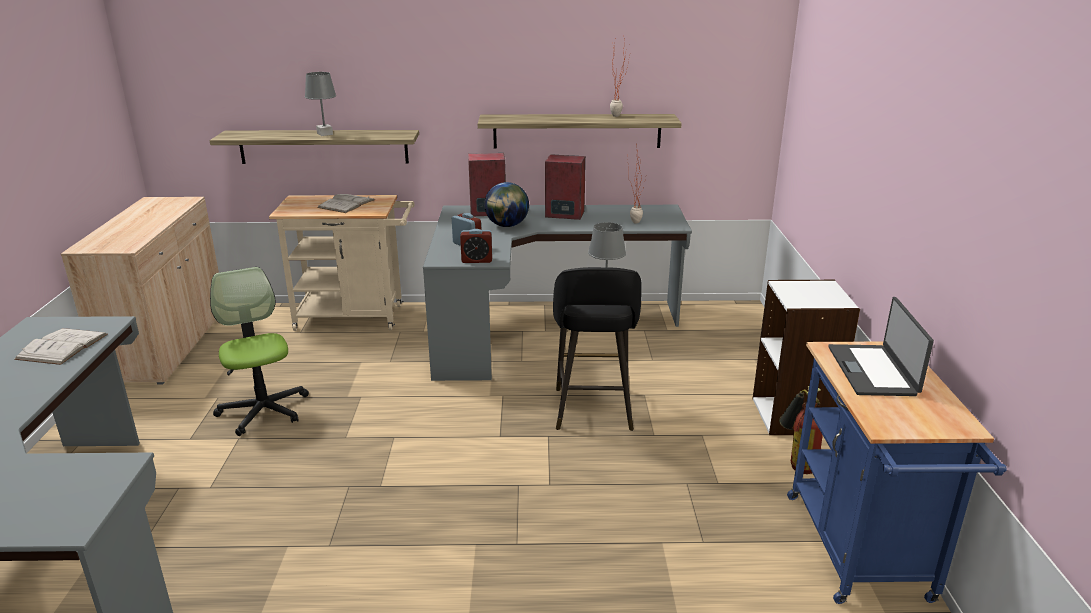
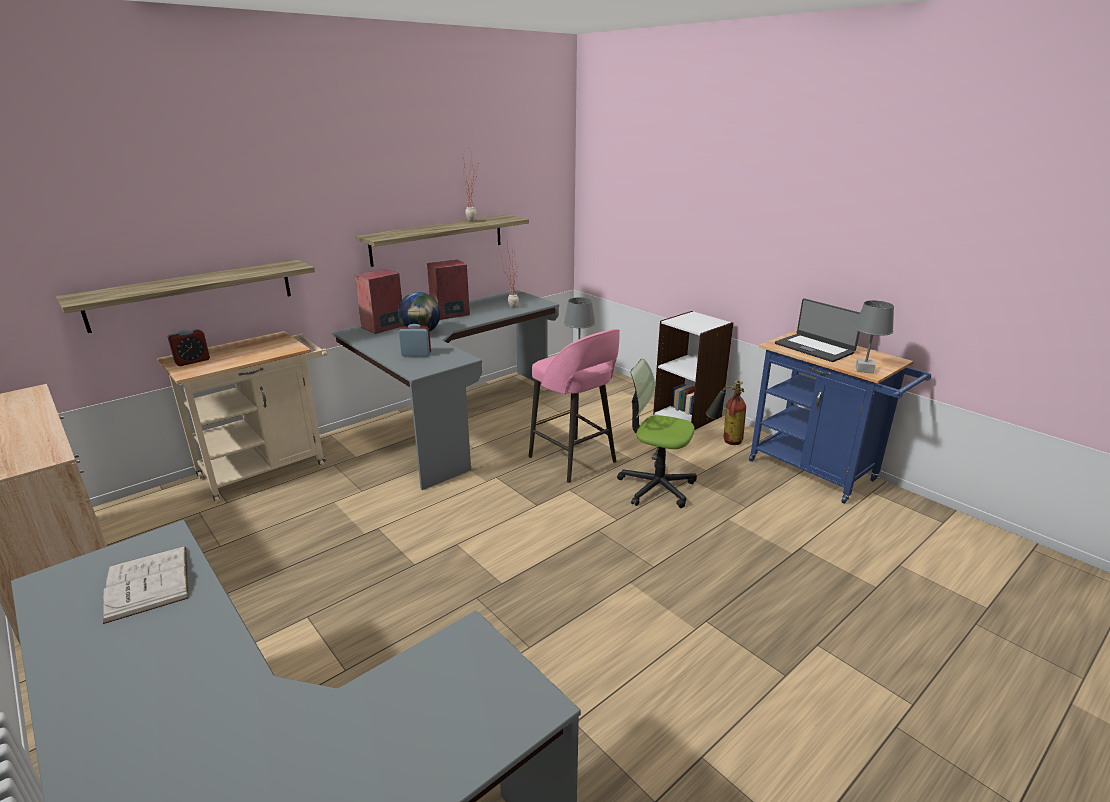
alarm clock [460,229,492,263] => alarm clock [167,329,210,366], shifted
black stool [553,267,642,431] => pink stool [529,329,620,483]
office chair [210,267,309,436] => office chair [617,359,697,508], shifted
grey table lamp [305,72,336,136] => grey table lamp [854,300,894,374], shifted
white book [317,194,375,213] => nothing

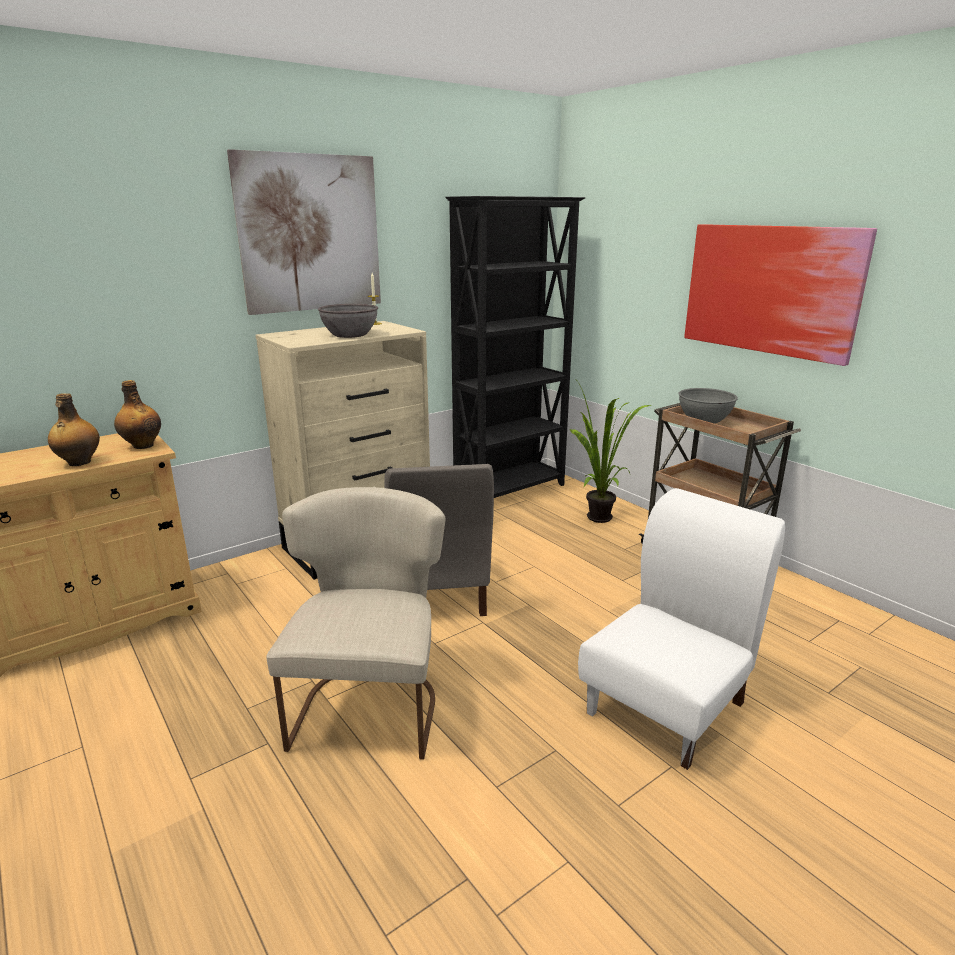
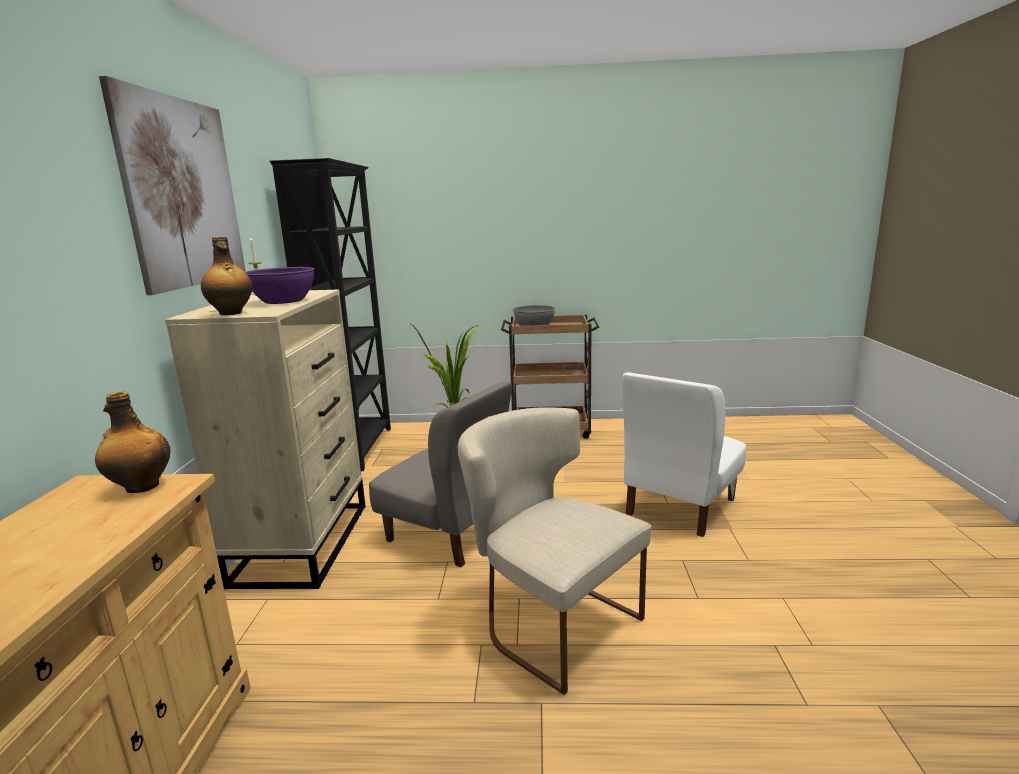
bottle [48,393,100,466] => bottle [201,236,253,315], shifted
grey bowl [318,304,378,338] => purple bowl [245,267,315,304]
white chair [578,488,785,770] => white chair [622,372,747,537], 135 degrees counterclockwise
picture [684,224,877,366] => nothing

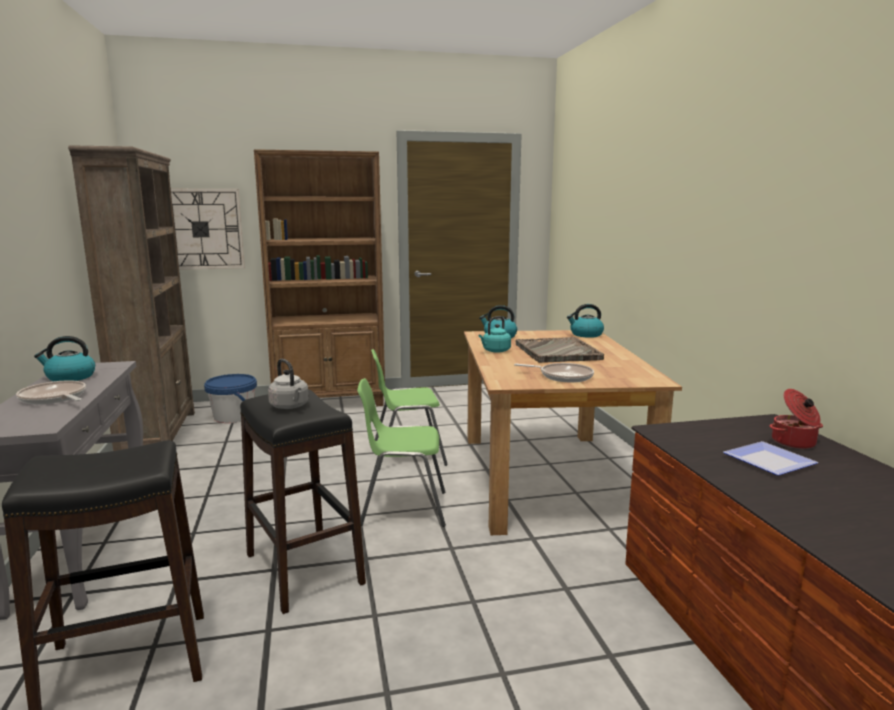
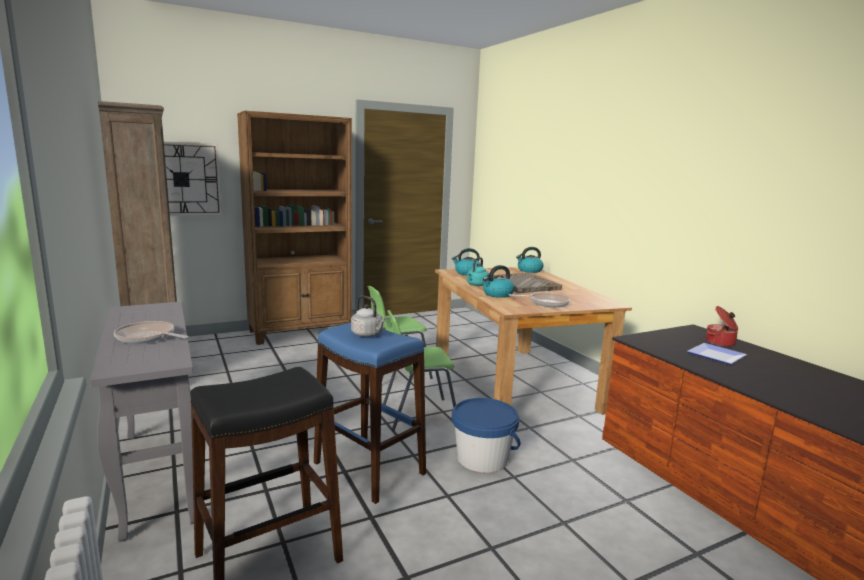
black stool [240,389,366,614] => blue stool [314,323,426,504]
blue bucket [204,374,257,423] => blue bucket [452,398,521,473], shifted
kettle [34,336,95,381] => kettle [483,265,514,298], shifted

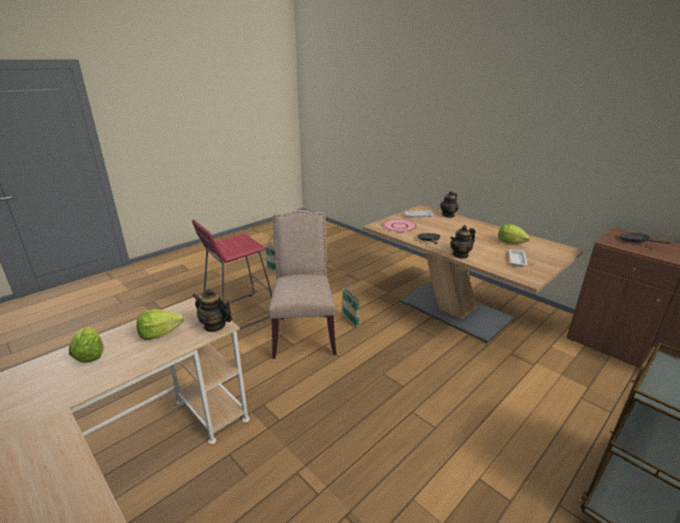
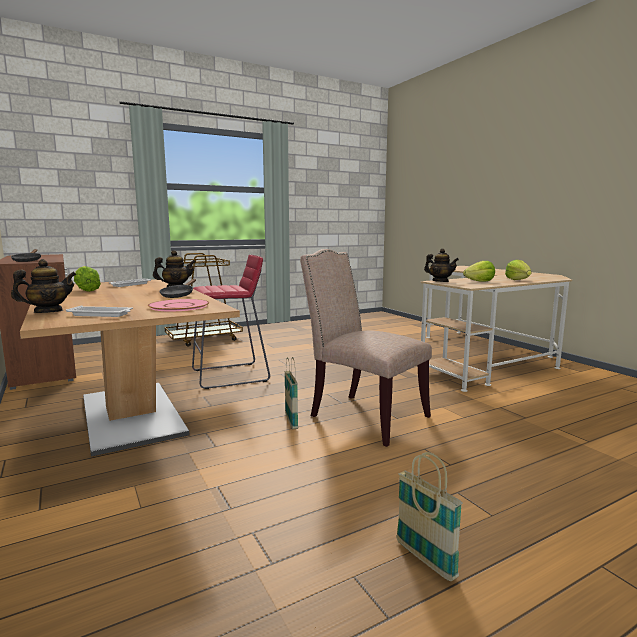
red stool [192,220,272,329] => red stool [192,255,270,389], shifted
beige chair [269,210,337,359] => beige chair [300,249,432,447], 120 degrees clockwise

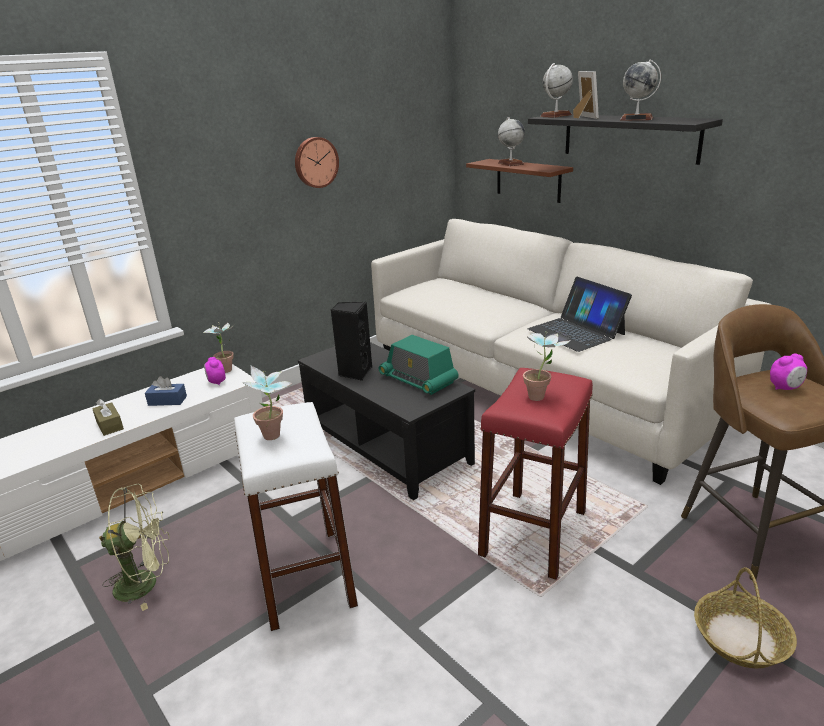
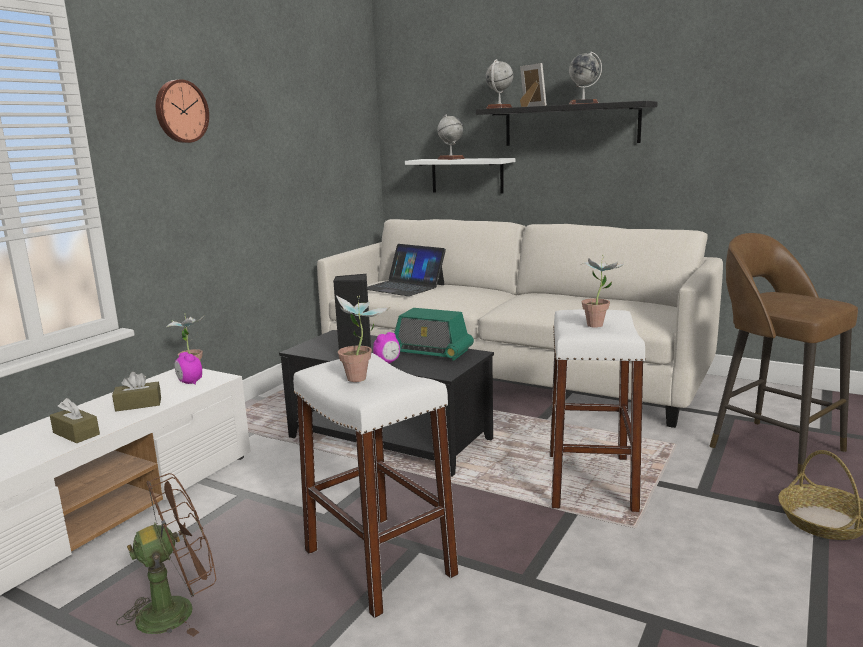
blue tissue box [145,376,187,406] => brown tissue box [112,372,161,412]
green fan [99,484,170,611] => brown fan [116,473,216,637]
wall clock [295,137,339,188] => wall clock [156,79,209,143], shifted
laptop [528,277,632,352] => laptop [367,244,446,296], shifted
alarm clock [770,353,807,390] => alarm clock [373,332,400,363], shifted
brown shelf [466,159,573,203] => white shelf [405,158,515,194]
red stool [478,368,593,580] => white stool [550,309,646,512]

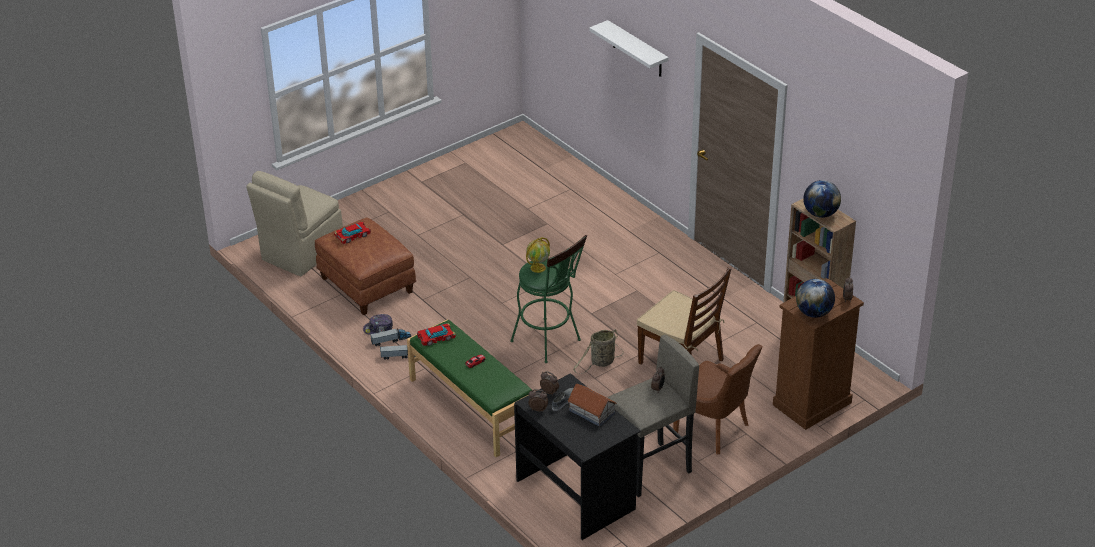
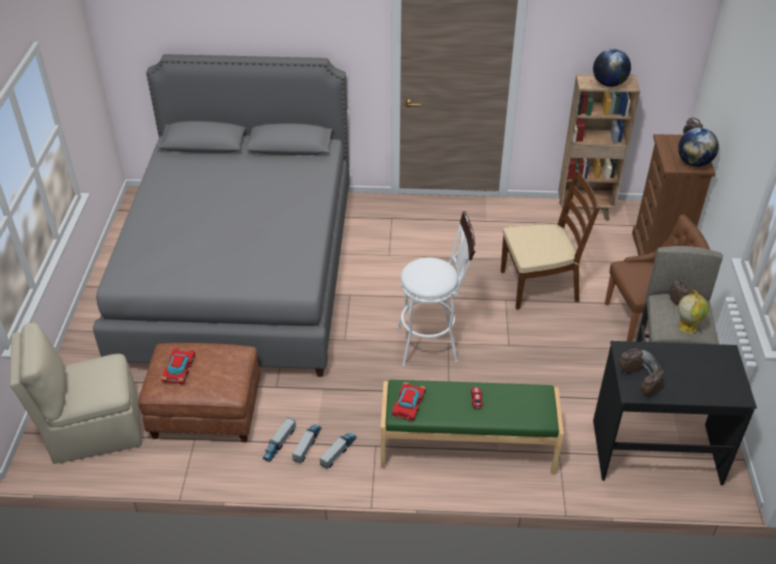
beige chair [246,171,343,276] => beige chair [10,322,142,464], 90 degrees clockwise
nothing => grey bed [93,54,350,377]
cap [363,314,393,334] => toy truck [263,417,296,462]
green stool [510,235,587,363] => white stool [397,211,475,366]
globe [526,237,550,273] => globe [678,290,709,333], shifted
toy house [567,384,617,427] => nothing
basket [573,329,624,374] => nothing
white shelf [589,20,669,77] => nothing

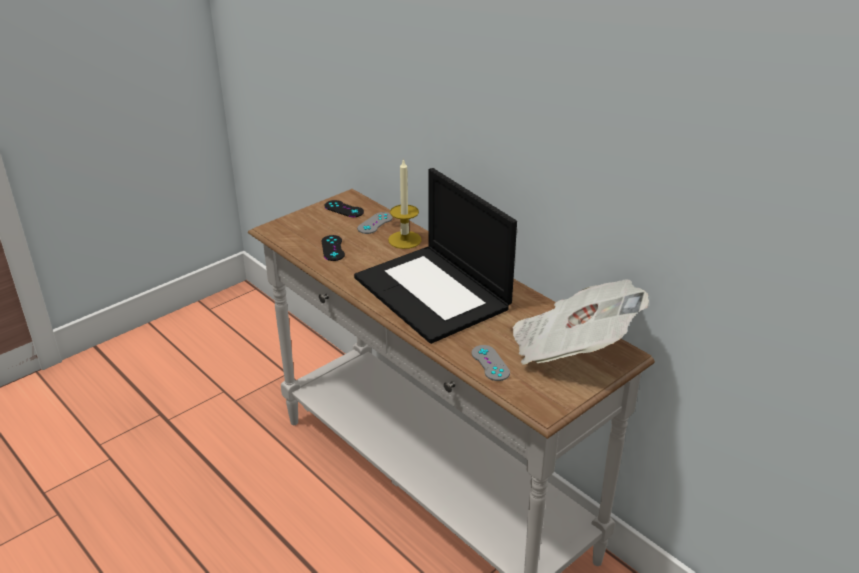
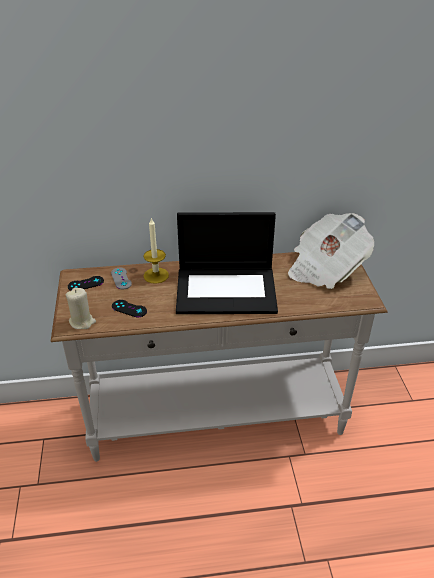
nothing => beige candle [66,288,96,329]
grey game controller [472,345,510,381] => nothing

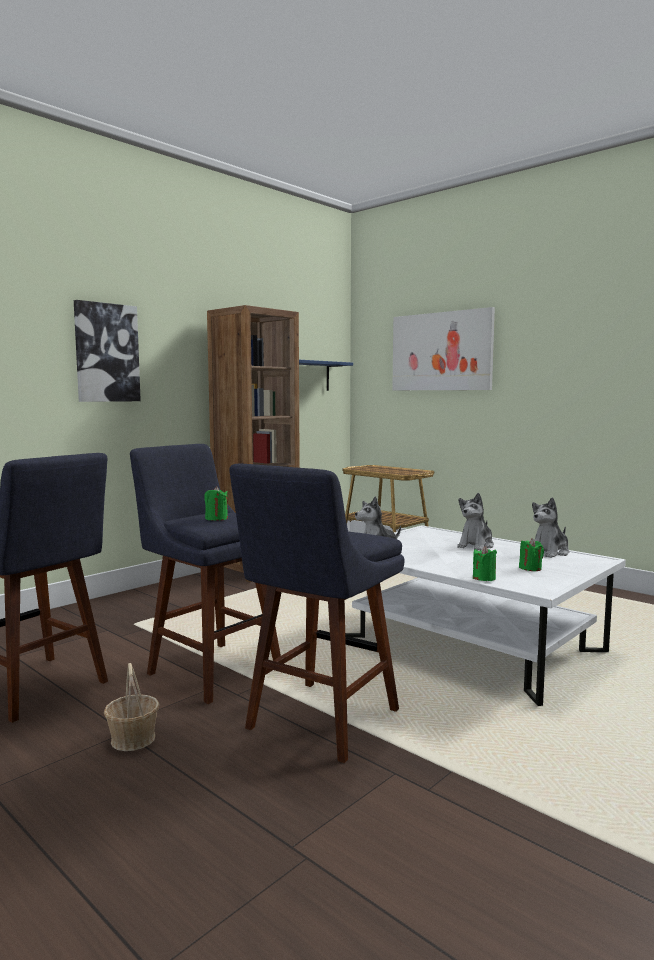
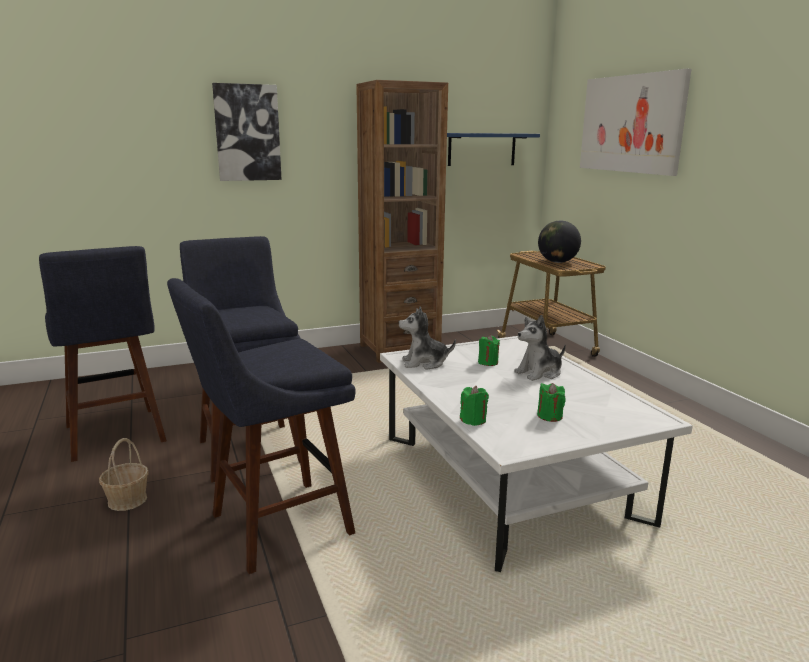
green candle [204,486,228,521] => green candle [478,335,500,366], shifted
nothing => globe [538,221,581,263]
plush toy [532,497,569,558] => nothing

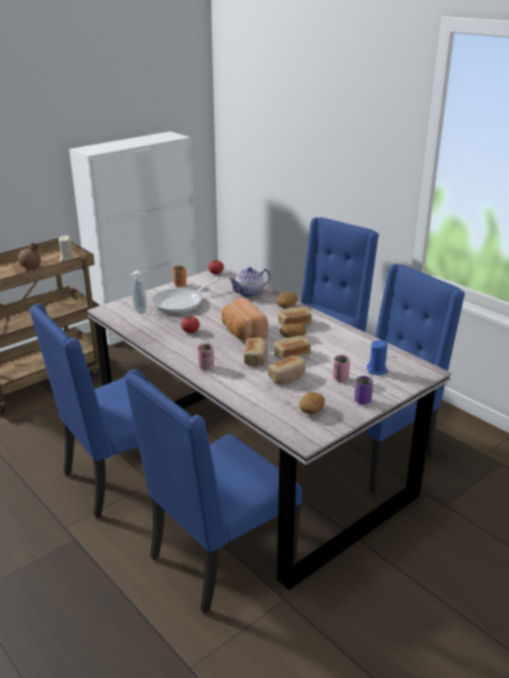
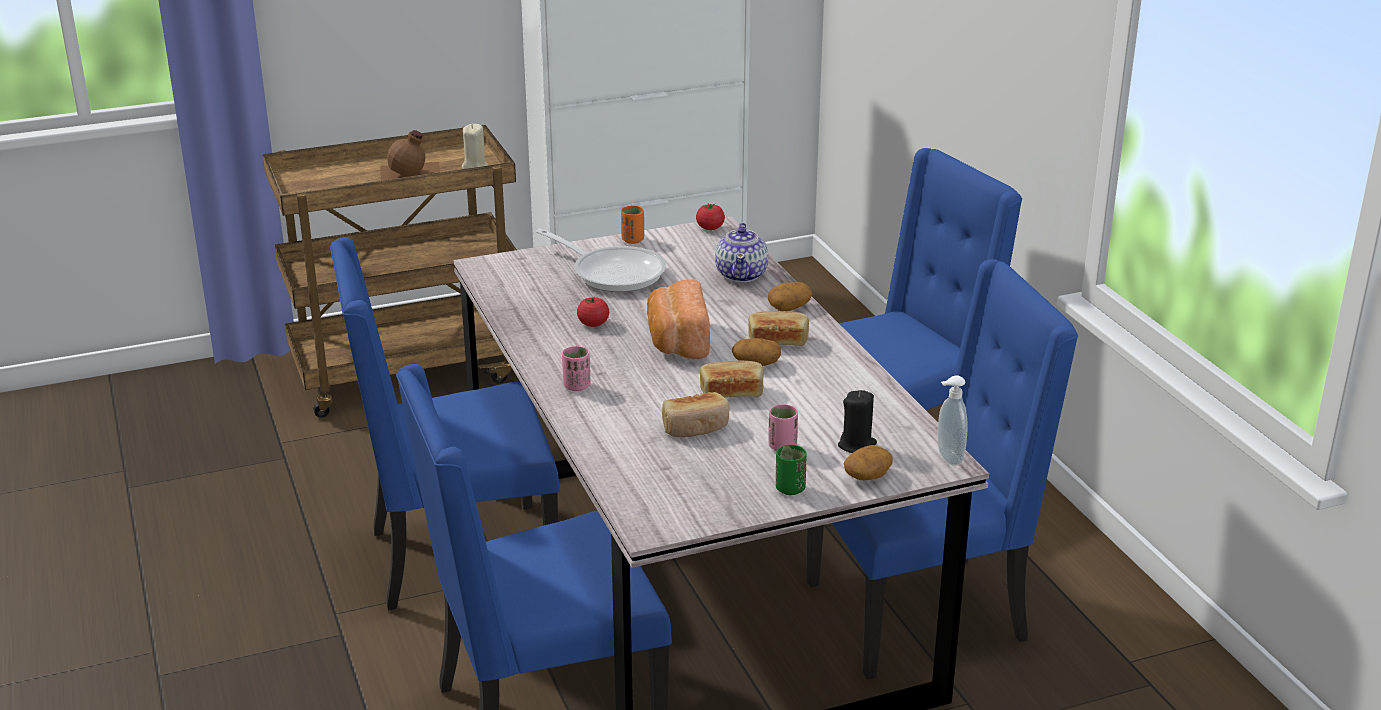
frying pan [151,277,224,314] => frying pan [536,229,666,292], 120 degrees counterclockwise
teapot [229,267,270,298] => teapot [715,223,769,283], 75 degrees counterclockwise
purple cup [355,376,373,405] => green cup [776,445,806,495]
blue candle [367,340,388,375] => black candle [838,390,877,453]
potato [299,392,325,414] => potato [844,445,893,480], shifted
soap dispenser [130,271,147,314] => soap dispenser [938,375,967,466], shifted
bread [244,337,267,367] => nothing

